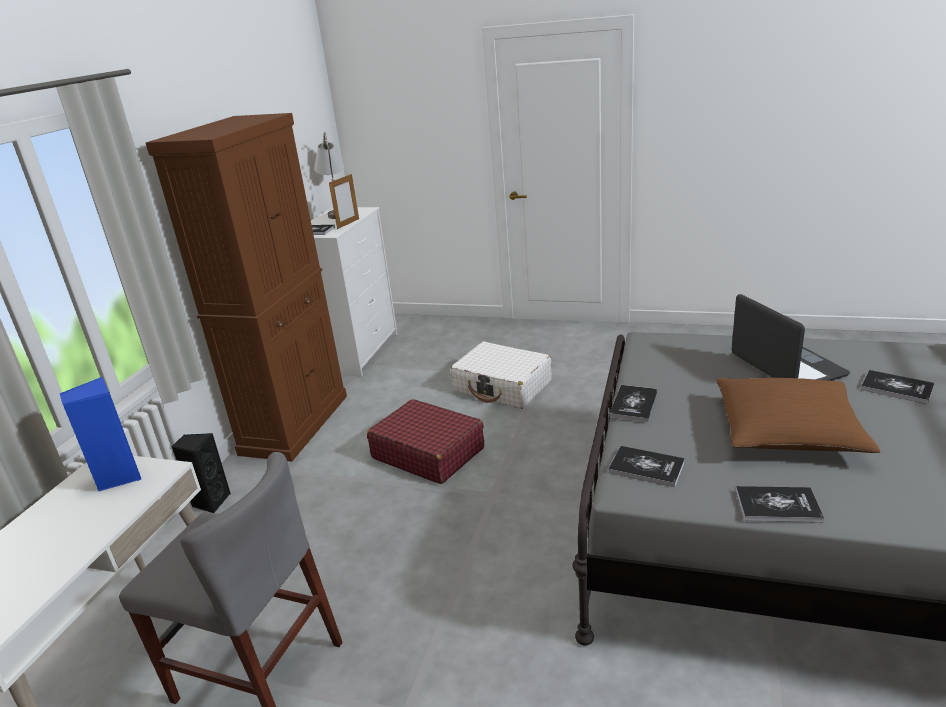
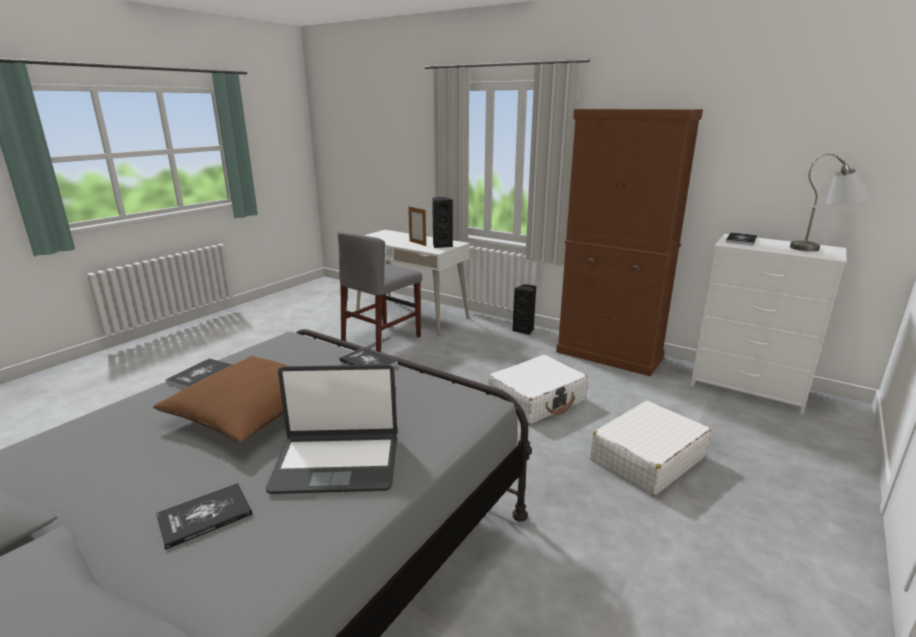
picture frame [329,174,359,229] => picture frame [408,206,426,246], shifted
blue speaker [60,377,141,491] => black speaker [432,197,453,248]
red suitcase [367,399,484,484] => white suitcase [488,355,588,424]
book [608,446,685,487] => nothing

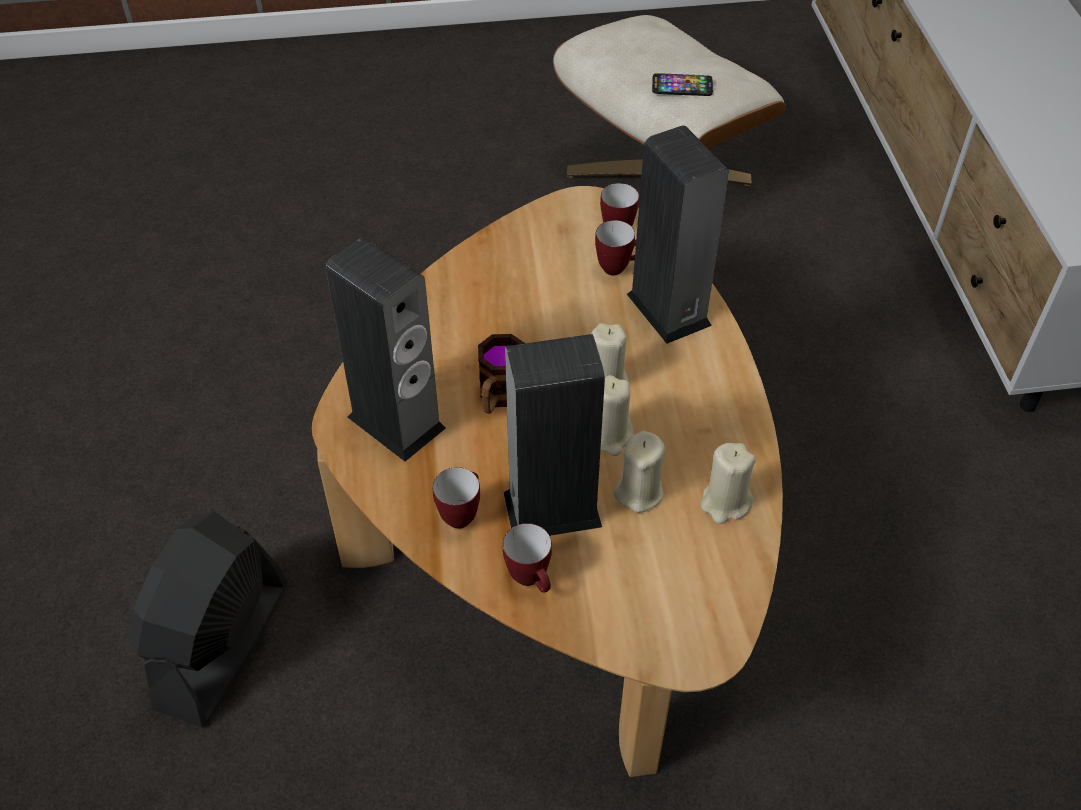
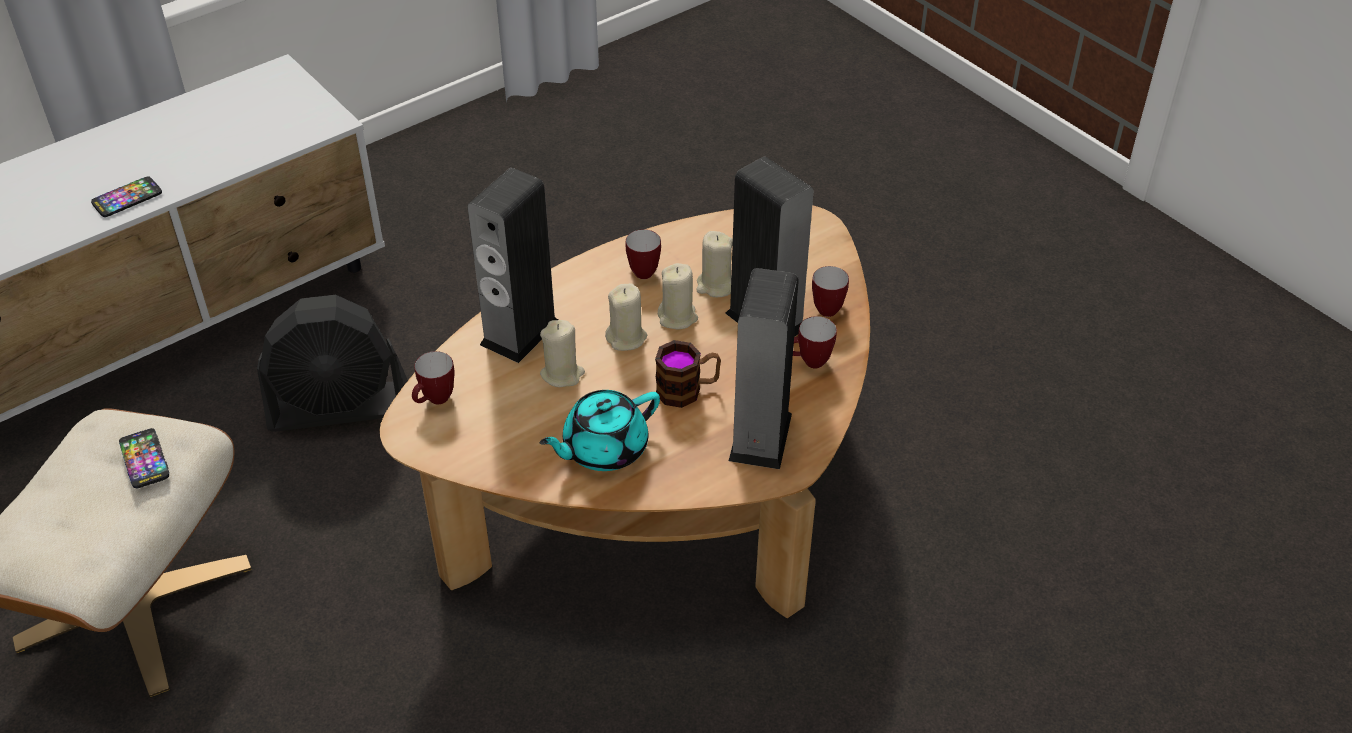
nothing => phone [91,176,162,217]
black fan [128,511,287,728] => black fan [257,295,408,432], shifted
beige candle [701,443,756,524] => beige candle [540,320,585,387], shifted
nothing => turquoise teapot [540,390,660,471]
mug [595,220,636,275] => mug [626,229,661,279], shifted

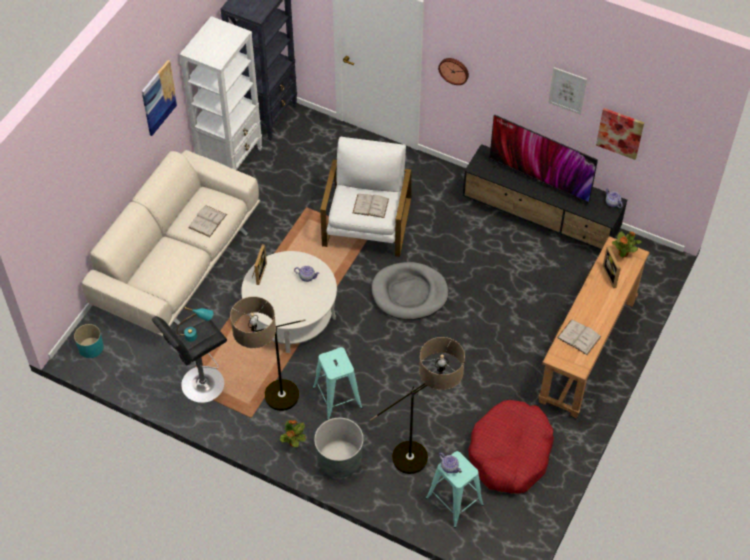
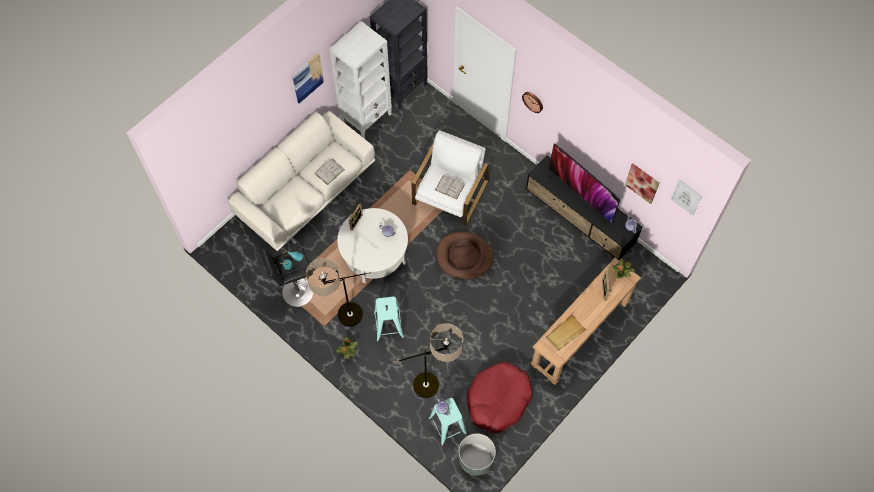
grey dog bed [372,262,448,320] => brown dog bed [436,232,493,279]
grey planter [314,418,364,478] => grey planter [459,433,496,476], shifted
white book [557,320,601,355] => beige tray [546,314,587,351]
picture [549,67,587,115] => picture [671,179,702,216], shifted
turquoise planter [74,324,104,358] => nothing

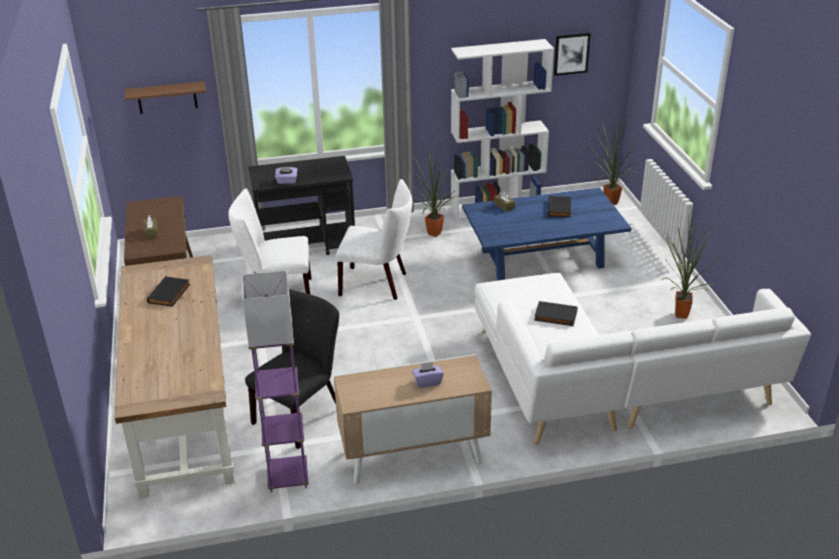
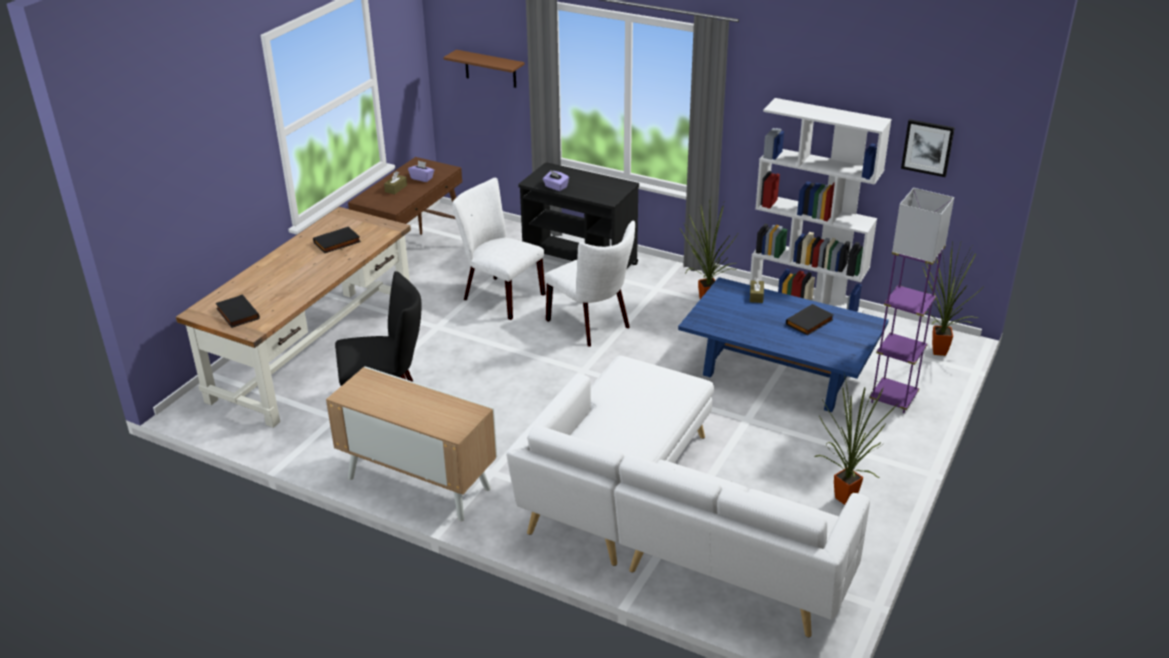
black book [534,301,578,326] => black book [216,294,260,328], shifted
purple tissue box [412,362,444,388] => purple tissue box [408,160,434,182], shifted
purple floor lamp [242,270,309,492] => purple floor lamp [869,188,954,413], shifted

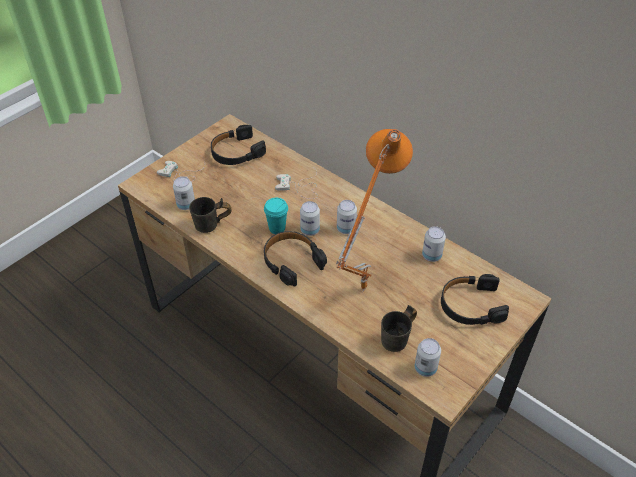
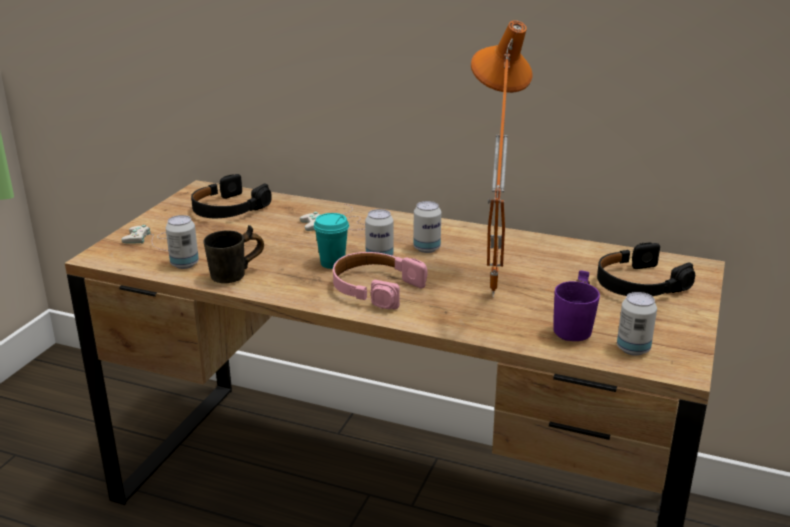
black headphones [264,231,327,286] => pink headphones [333,252,427,309]
grey mug [381,305,417,352] => purple mug [553,270,600,341]
can [422,226,446,262] => nothing

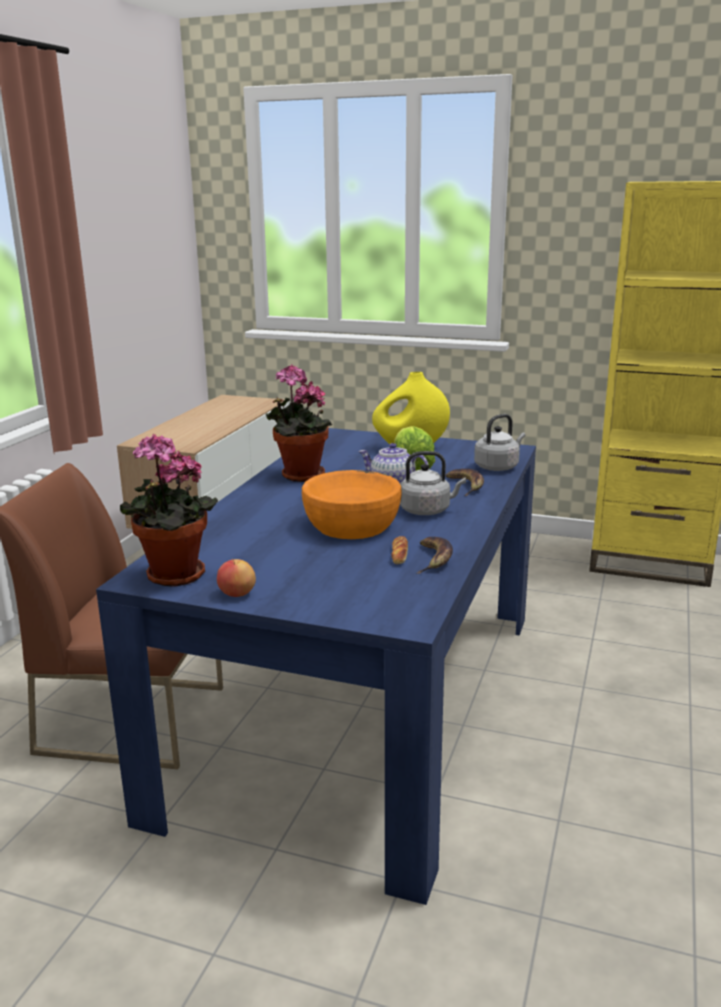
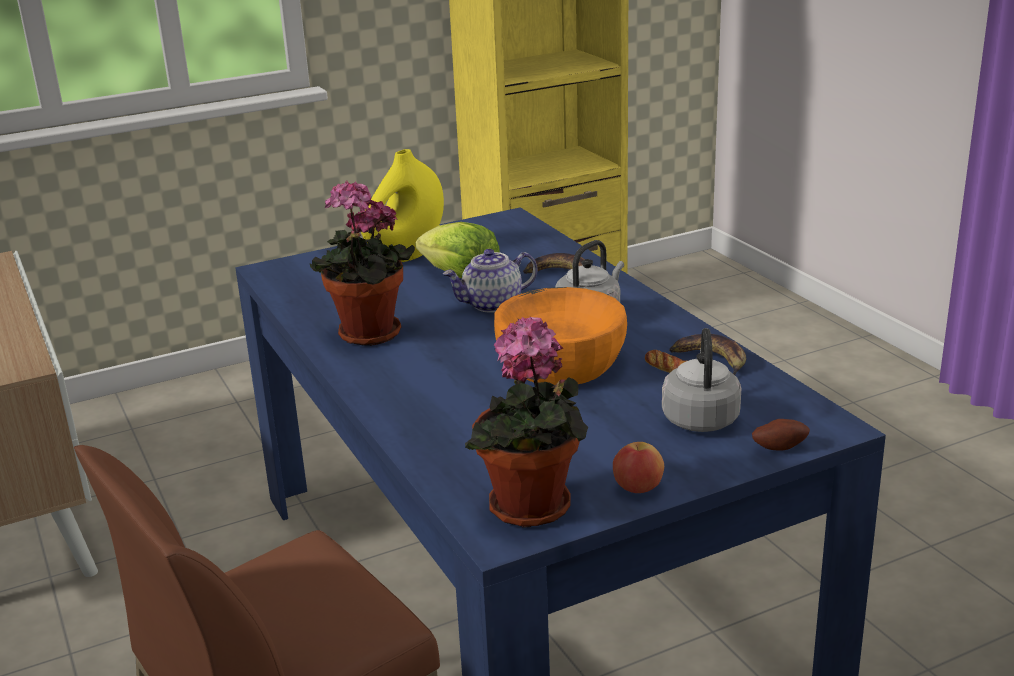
grey kettle [474,414,525,471] => grey kettle [662,328,741,432], shifted
nothing => potato [752,419,810,450]

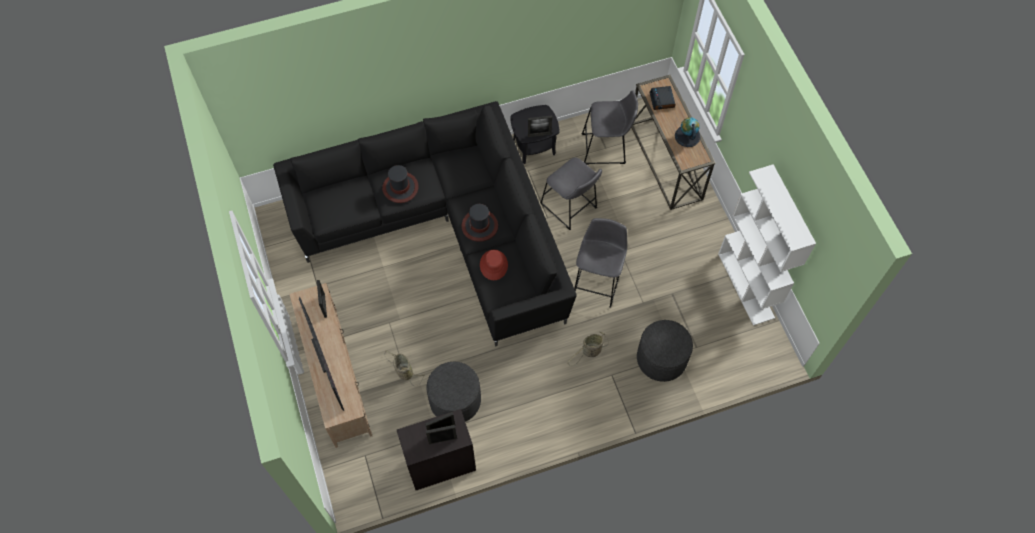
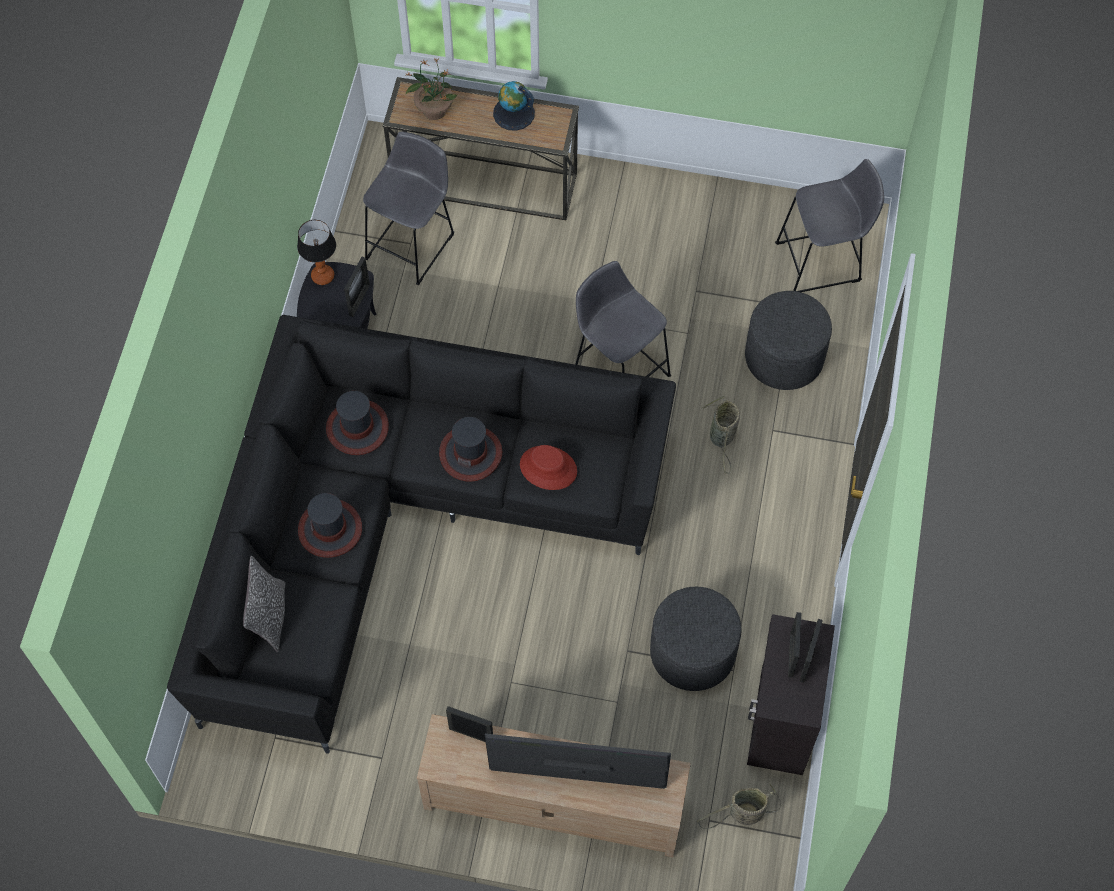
nothing => pillow [243,556,285,652]
nothing => table lamp [297,220,336,285]
nothing => hat [326,391,389,455]
alarm clock [649,86,675,110] => potted plant [405,58,457,120]
basket [385,351,425,387] => basket [697,783,781,829], shifted
grey stool [540,157,602,230] => grey stool [775,159,884,293], shifted
white bookcase [718,164,816,326] => nothing

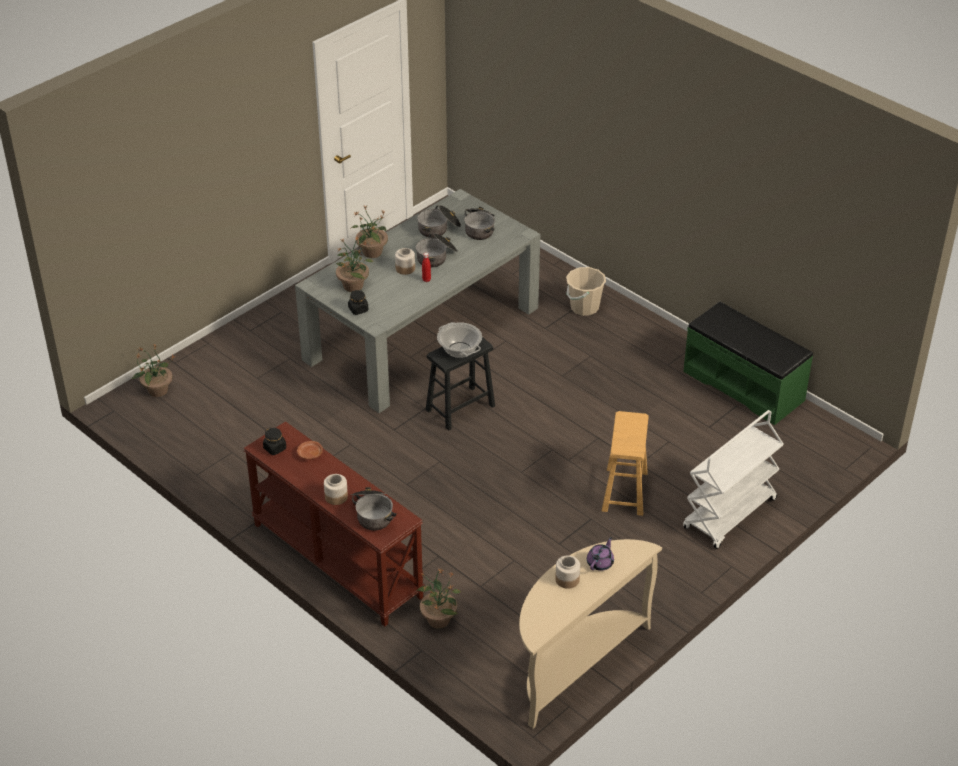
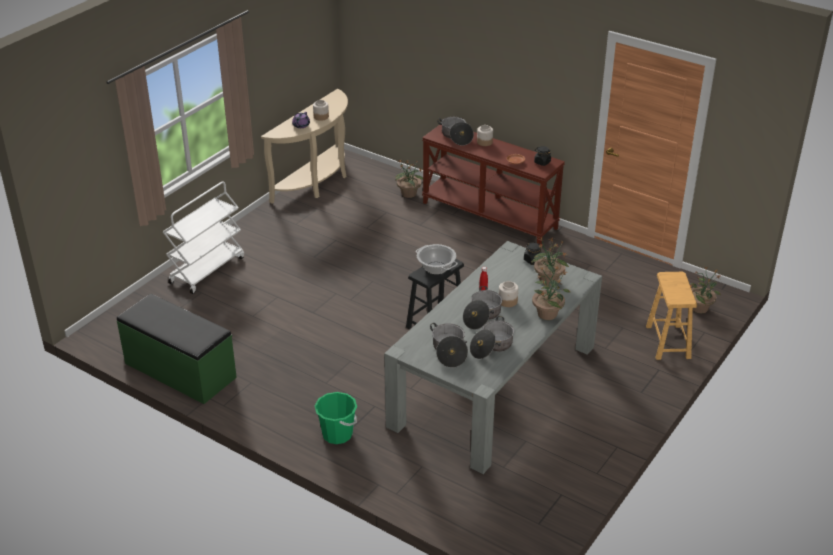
beige bucket [566,267,606,316] => green bucket [315,392,357,444]
brown stool [602,411,649,516] => brown stool [646,272,697,360], shifted

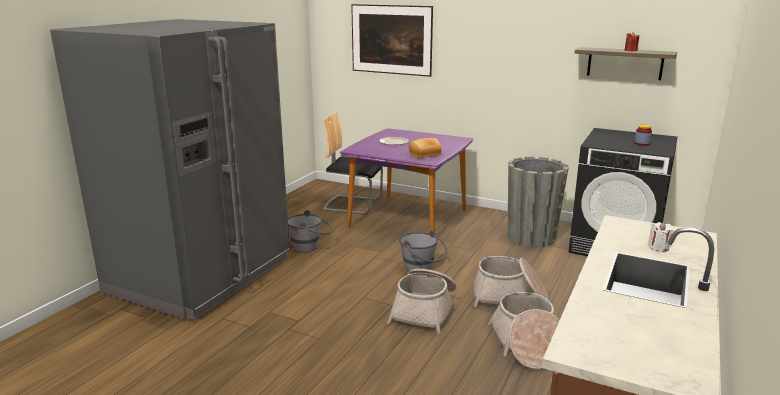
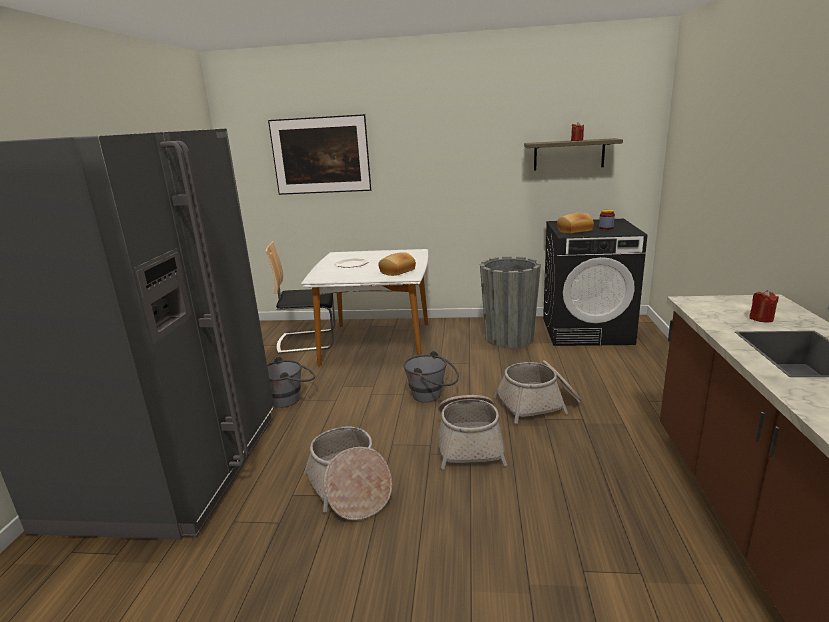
purple dining table [340,128,474,233] => white dining table [301,249,429,366]
basket [488,292,560,370] => basket [304,426,392,521], shifted
nothing => bread [557,213,594,233]
white candle [647,222,673,252] => red candle [749,290,779,323]

